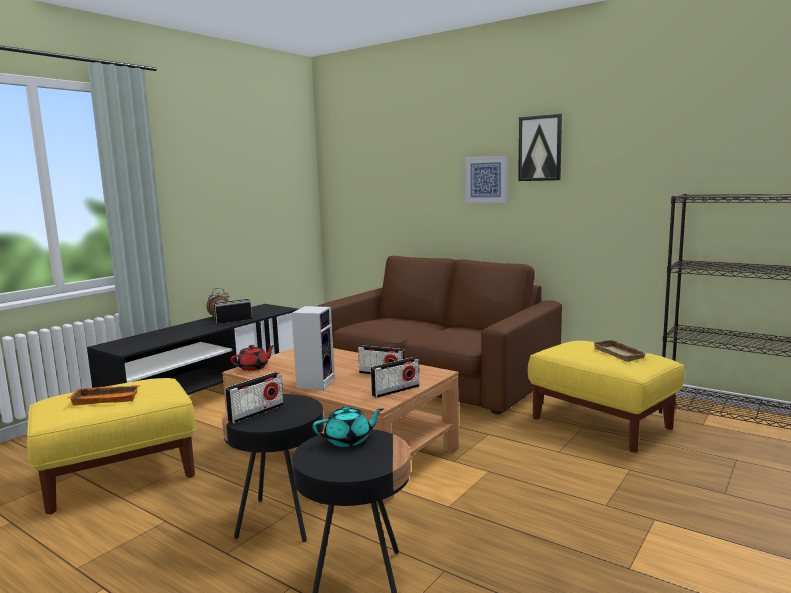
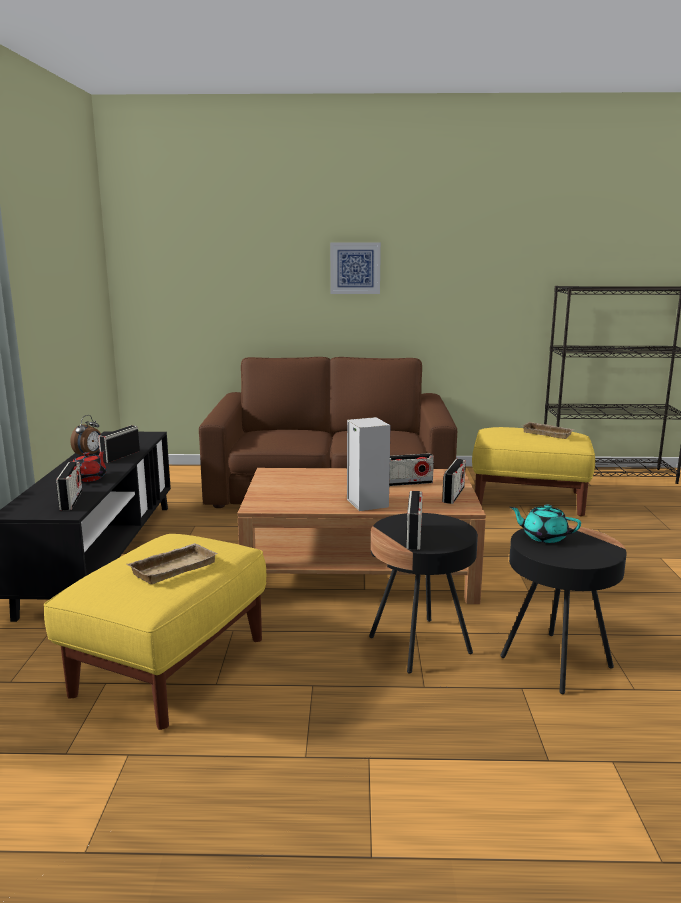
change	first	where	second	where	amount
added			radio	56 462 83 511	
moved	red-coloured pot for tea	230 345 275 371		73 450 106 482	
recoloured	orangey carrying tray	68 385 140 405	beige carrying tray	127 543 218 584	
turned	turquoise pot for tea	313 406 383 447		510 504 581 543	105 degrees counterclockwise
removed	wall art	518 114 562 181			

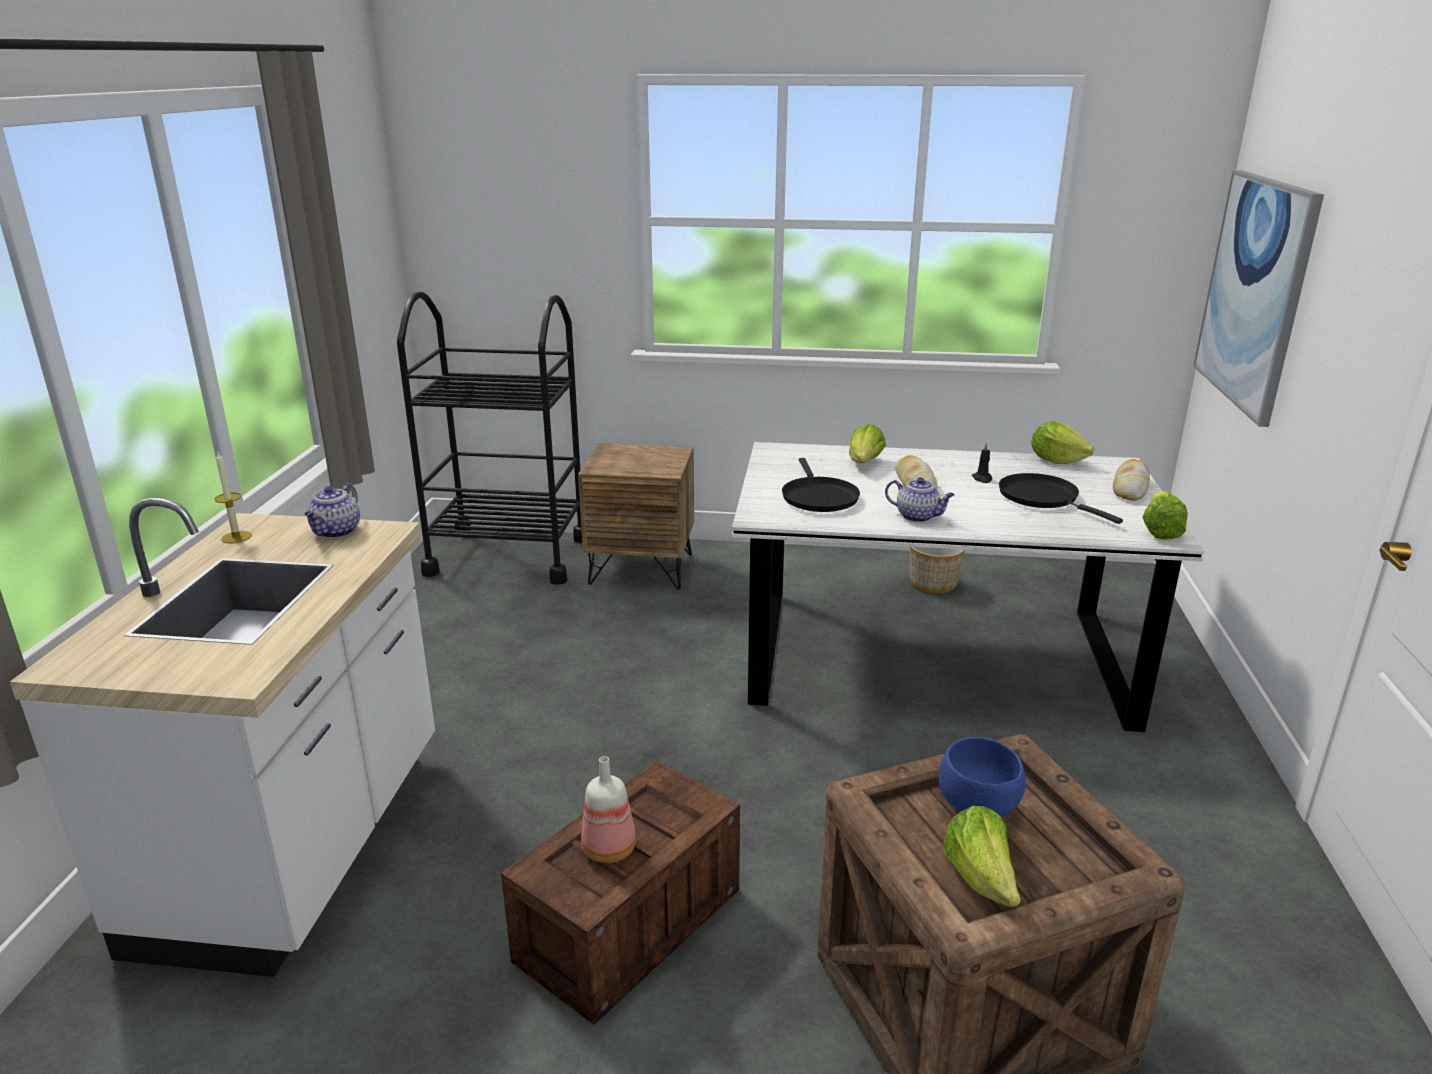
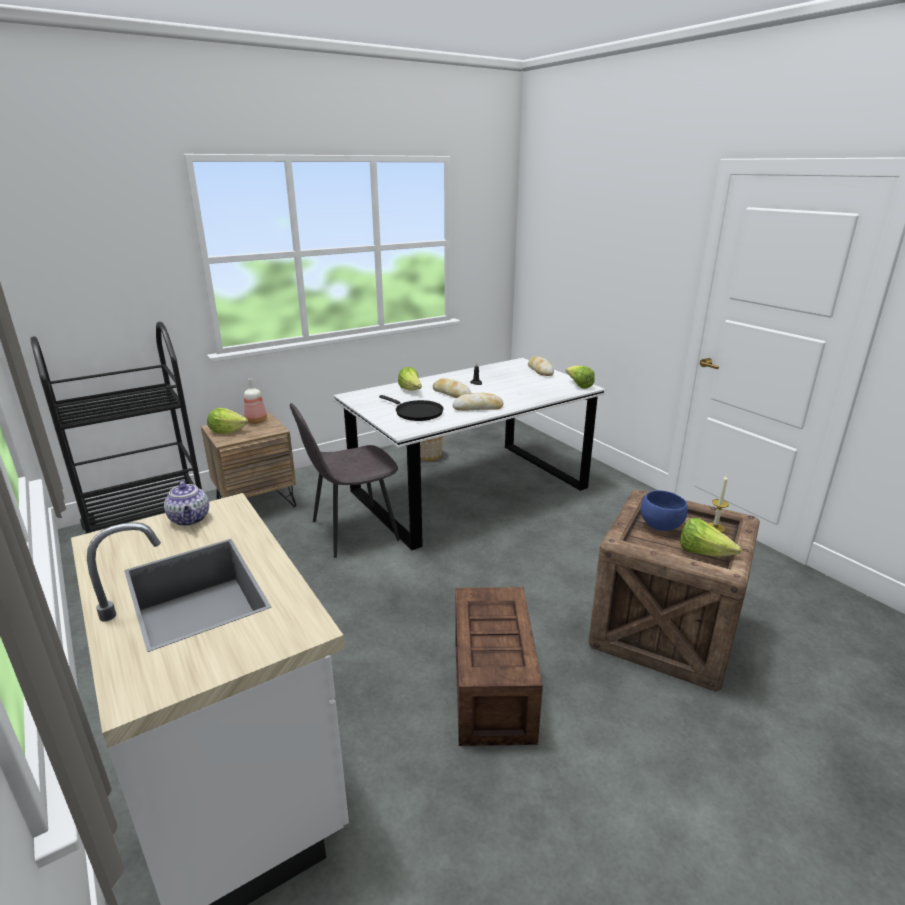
change	first	where	second	where	amount
moved	lettuce head	1031 421 1094 464		207 408 248 434	
moved	drink bottle	581 756 636 863		244 378 267 424	
added			grey upright chair	290 403 400 558	
replaced	pot for tea	885 477 955 522	bakery bread	453 392 504 411	
moved	wax candle	215 452 252 544		708 474 729 533	
removed	black pan	999 473 1123 524			
removed	wall art	1193 170 1324 427			

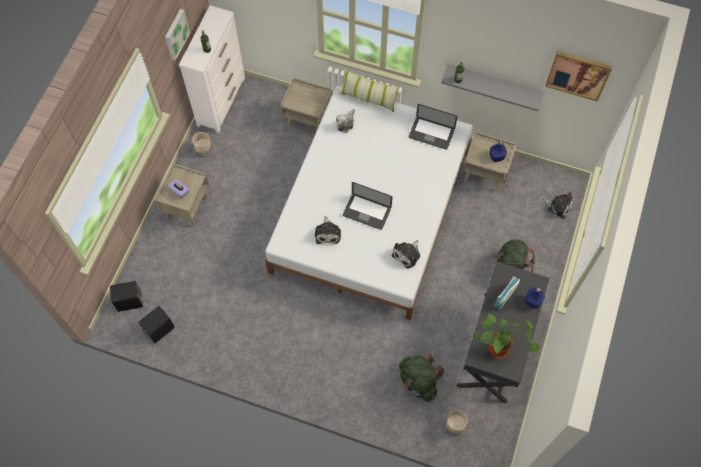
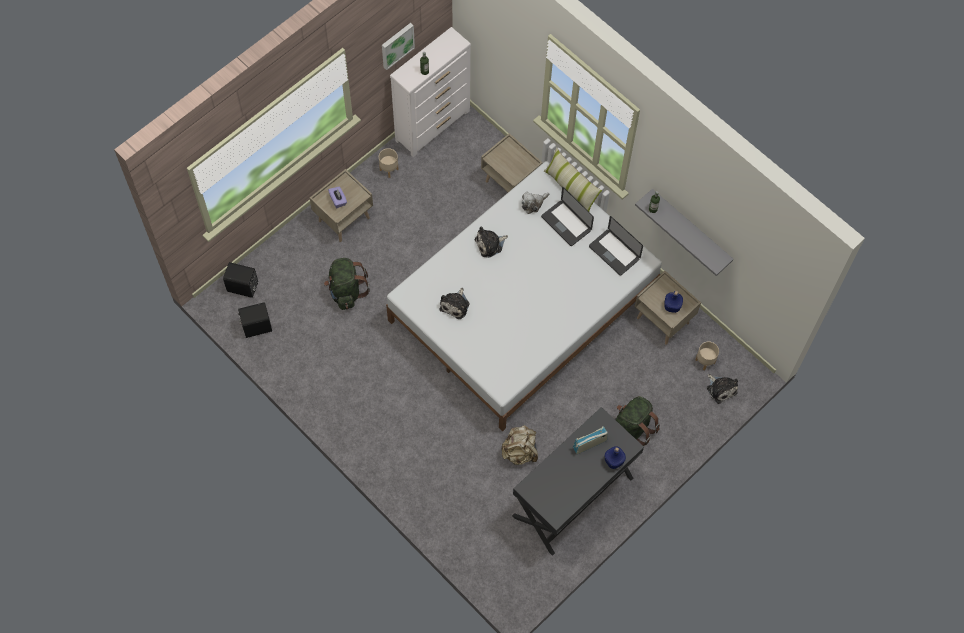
change	first	where	second	where	amount
moved	greenish backpack	399 353 445 402		324 258 370 310	
moved	plush toy	392 240 420 269		475 226 508 258	
added			beige backpack	501 425 538 465	
moved	laptop	343 182 392 230		541 187 594 246	
moved	beige planter	445 411 467 436		695 341 719 370	
removed	houseplant	475 314 540 358			
removed	wall art	545 51 613 102			

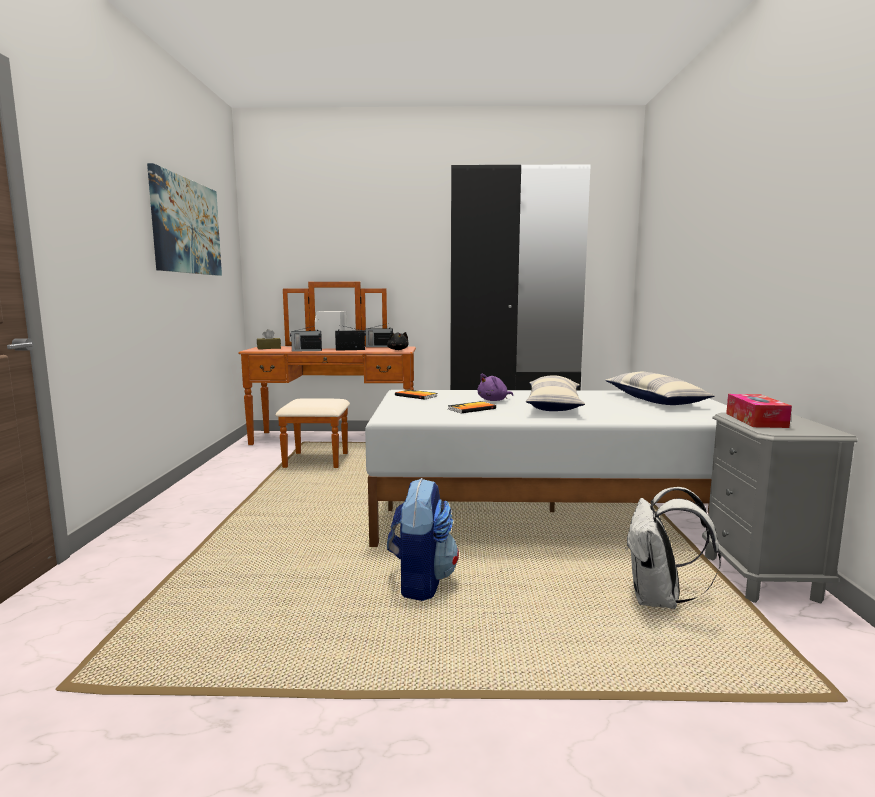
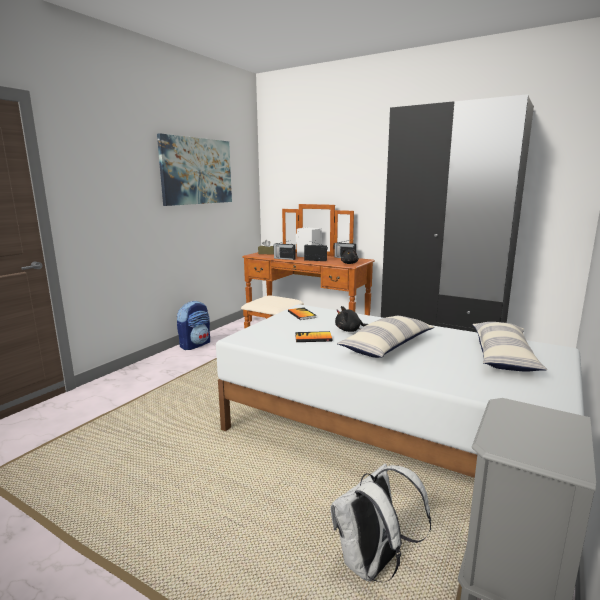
change	first	where	second	where	amount
moved	backpack	387 478 459 601		177 300 210 350	
recoloured	purple plush toy	478 374 513 401	black plush toy	335 306 368 332	
removed	tissue box	726 394 792 428			

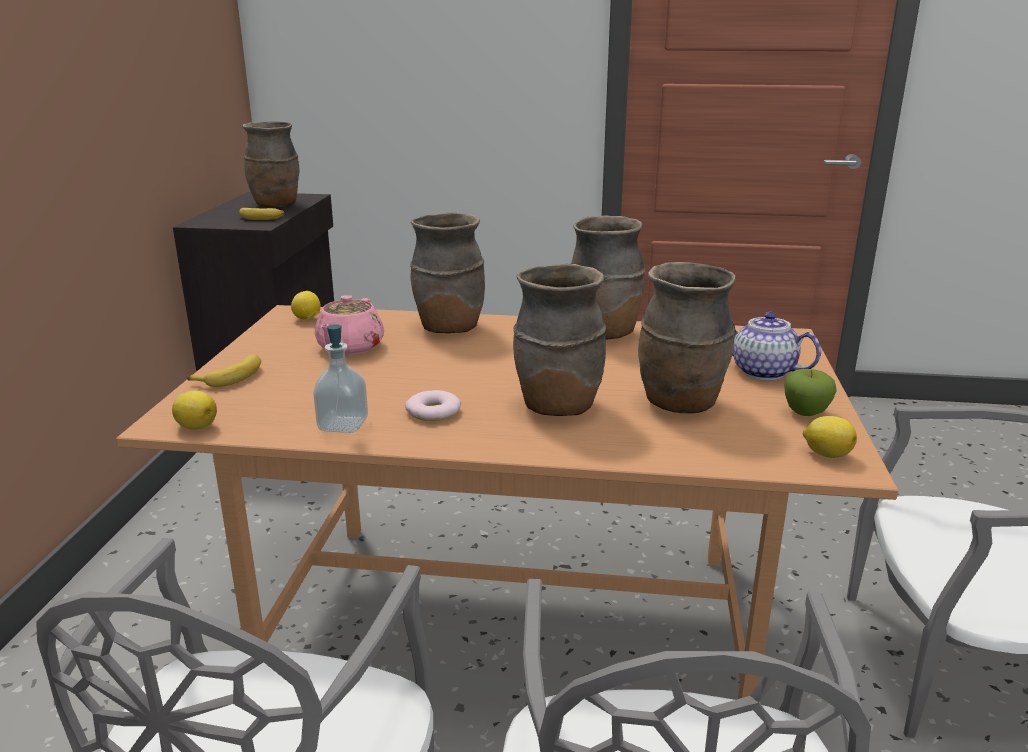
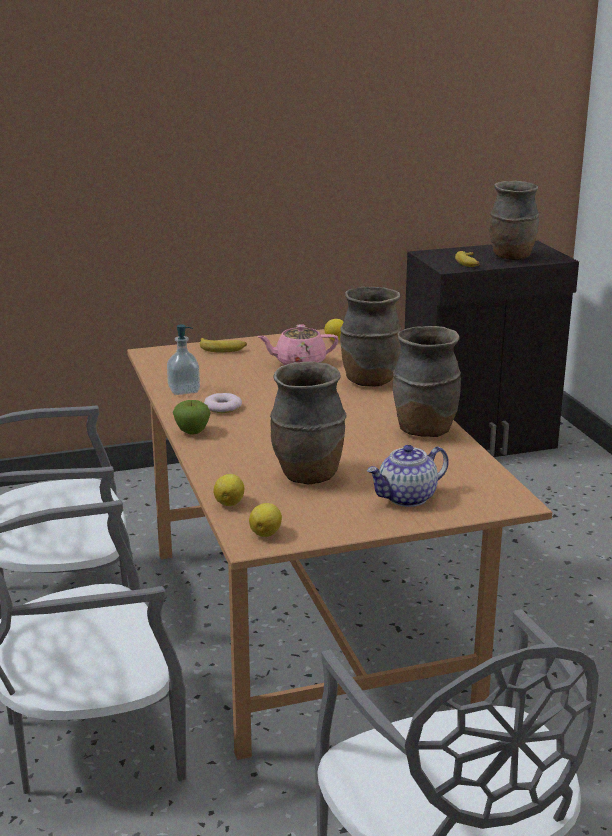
change	first	where	second	where	amount
moved	whole apple	784 369 837 416		173 400 211 435	
moved	citrus fruit	172 391 217 430		214 474 244 506	
turned	pot for tea	732 312 821 380		367 445 449 507	135 degrees counterclockwise
removed	brown-coloured decorative vase	513 264 606 416			

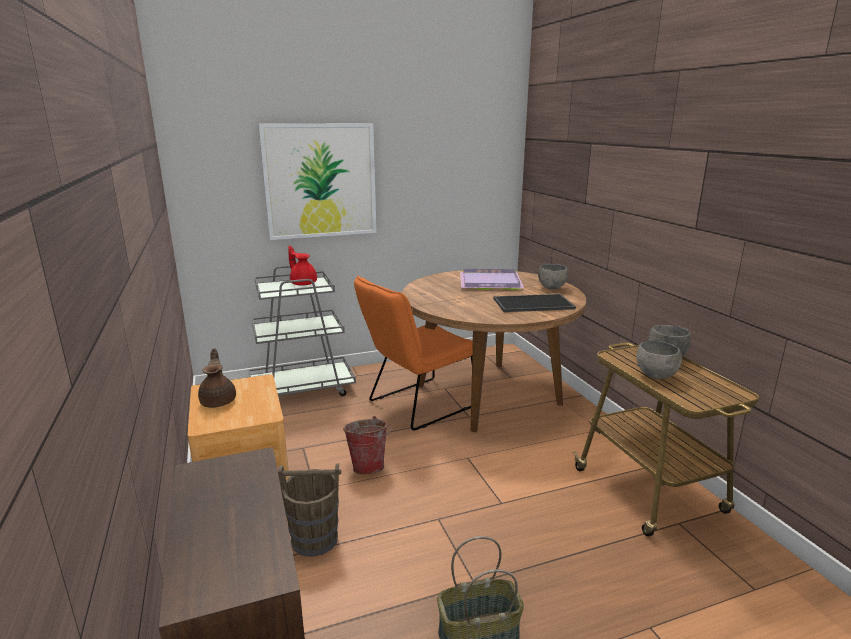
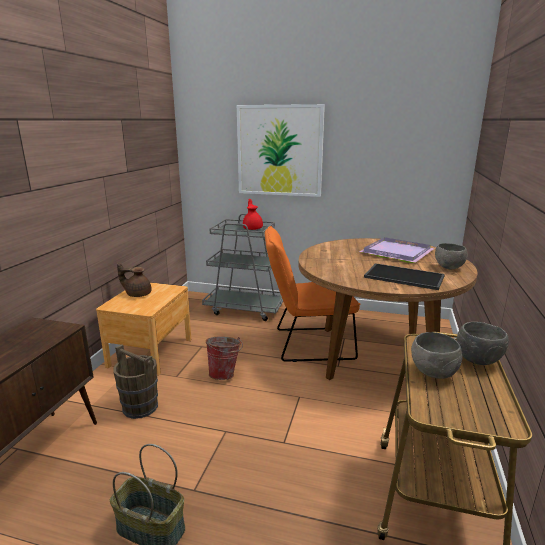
change	first	where	second	where	amount
turned	brown-coloured pot for tea	198 348 236 408		117 263 151 297	105 degrees counterclockwise

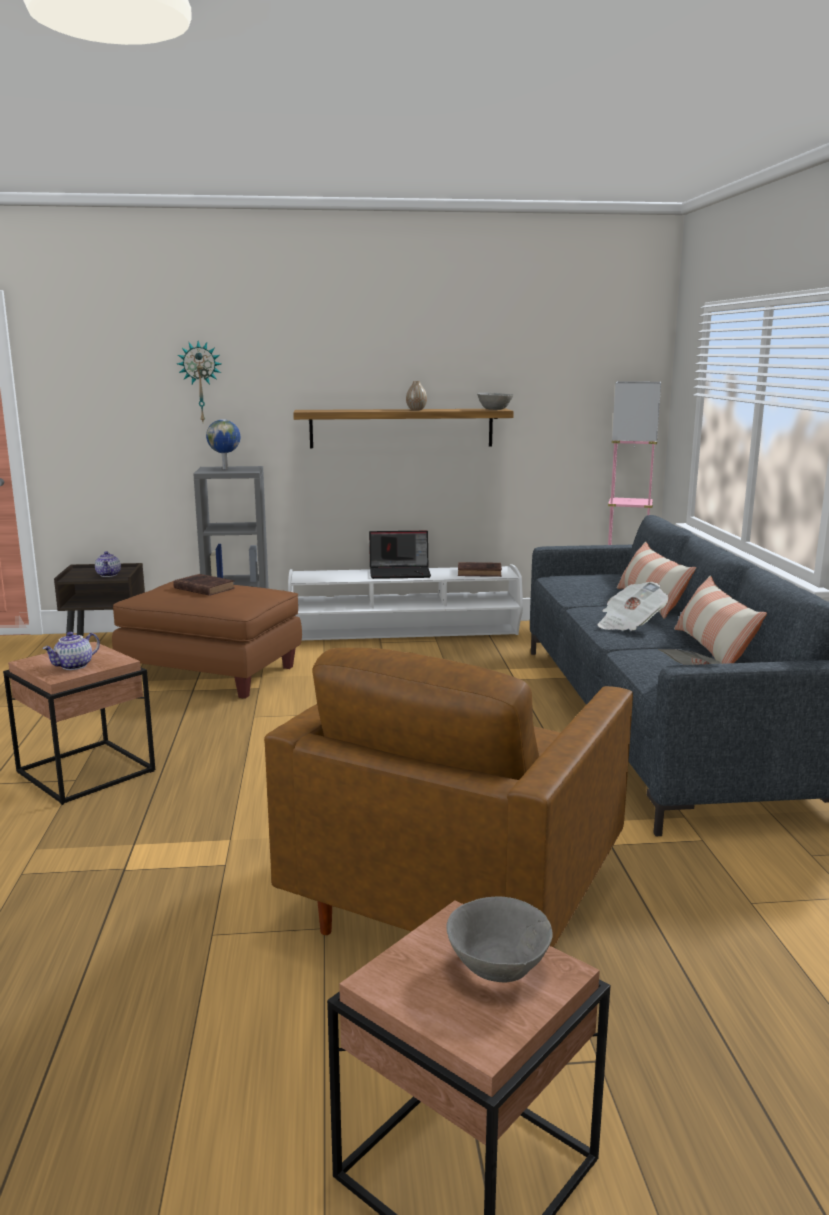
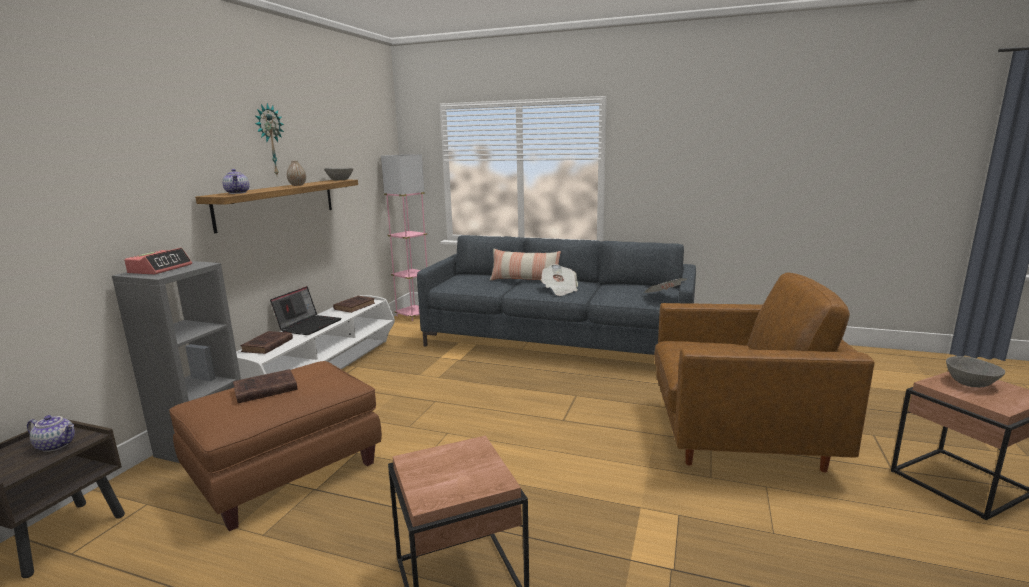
change	first	where	second	where	amount
replaced	globe	206 419 240 469	table clock	124 248 192 274	
moved	pot for tea	42 632 100 670		222 169 249 194	
added			brown-coloured book	240 331 293 354	
moved	wall clock	177 341 222 422		255 103 284 175	
turned	brown-coloured lounge chair	264 648 633 948		654 273 875 472	45 degrees counterclockwise
removed	cushion	674 576 767 664			

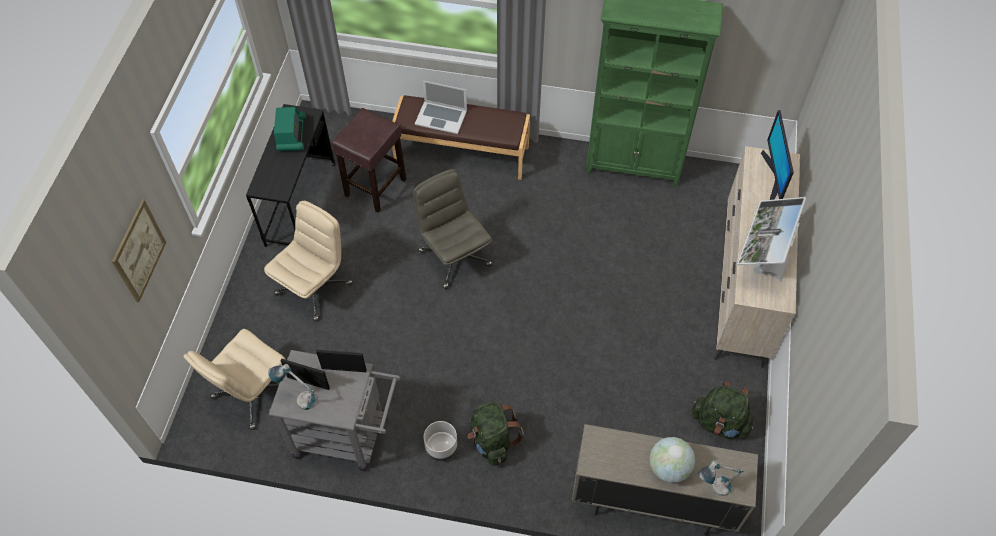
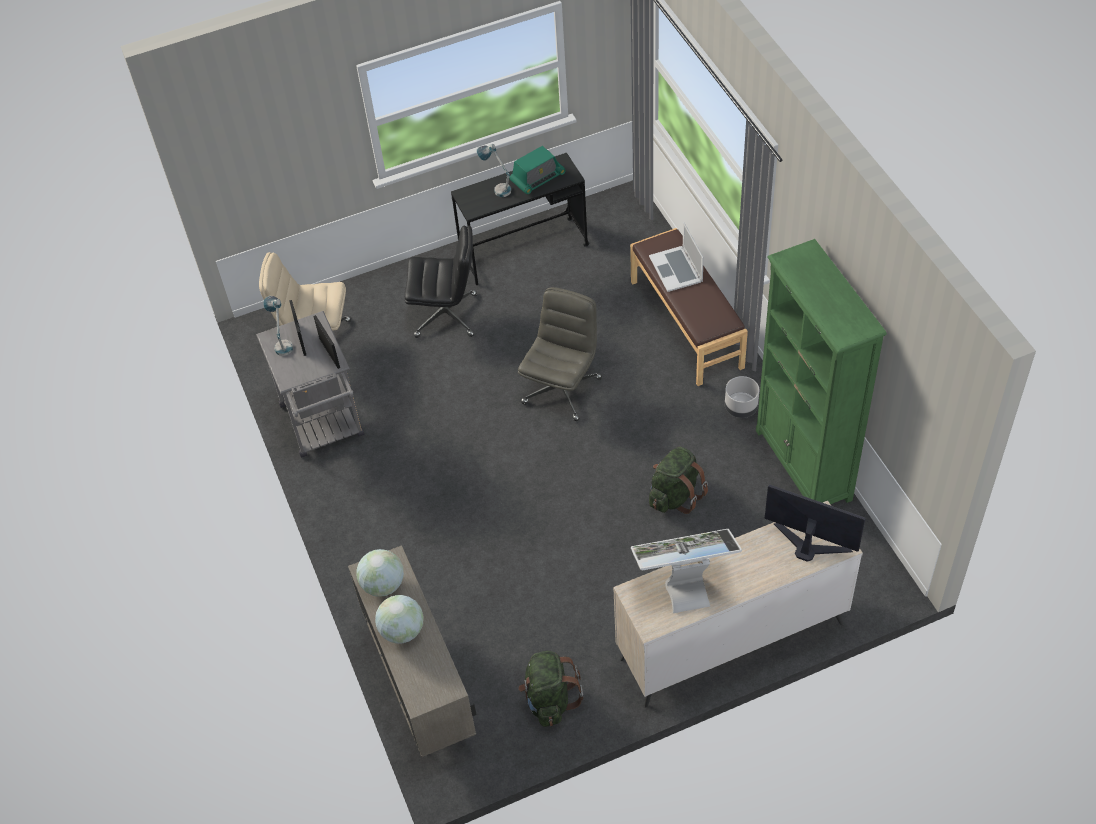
change	first	where	second	where	amount
added			globe	356 549 404 597	
recoloured	beige computer chair	264 201 353 322	black computer chair	405 225 477 338	
moved	tabletop lamp	697 460 743 496		477 144 511 197	
moved	greenish backpack	468 402 524 466		649 447 708 514	
moved	grey planter	424 421 458 461		725 376 759 418	
turned	computer display	761 110 794 200		765 484 866 562	60 degrees clockwise
removed	wall art	112 199 166 302			
removed	brown-coloured stool	332 108 406 213			

